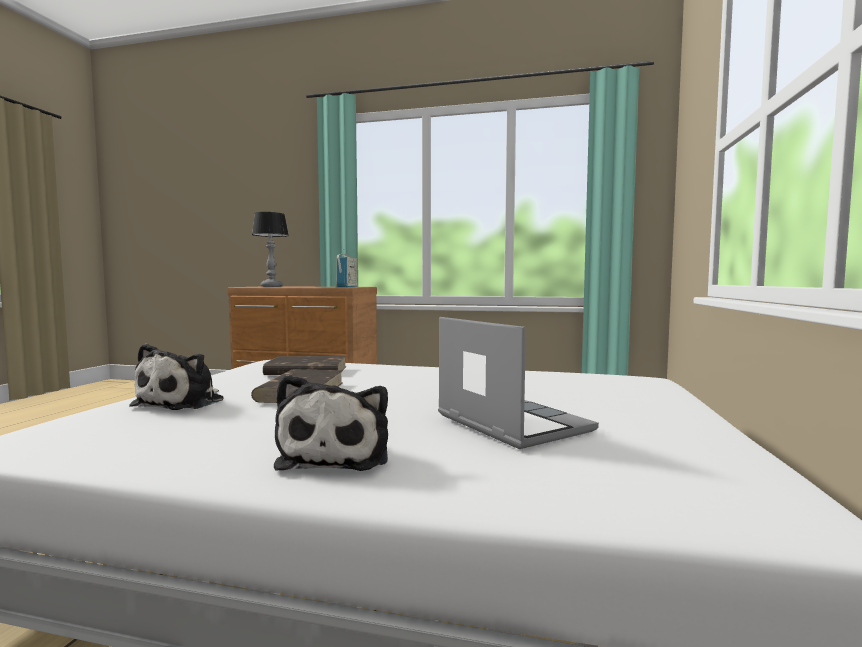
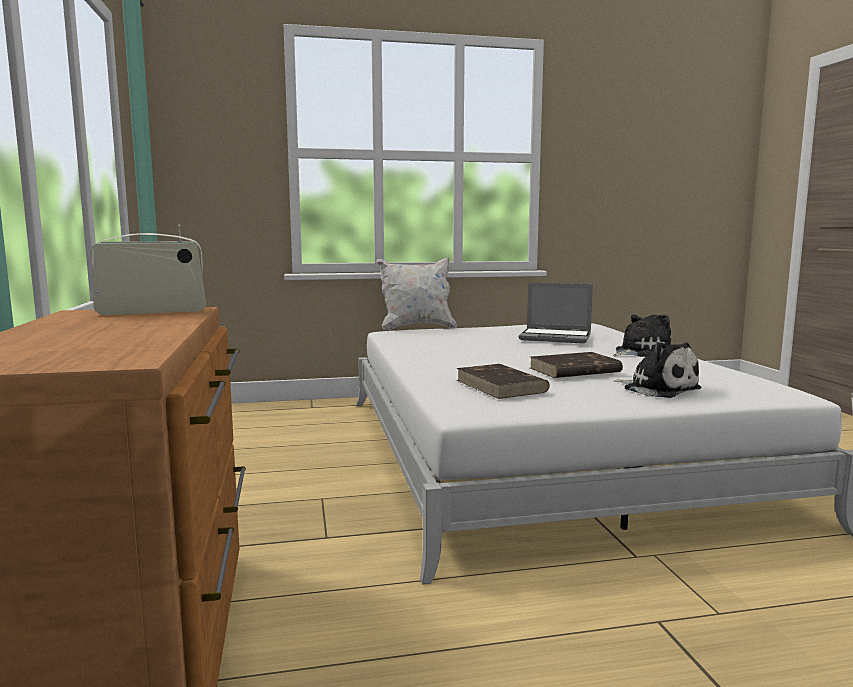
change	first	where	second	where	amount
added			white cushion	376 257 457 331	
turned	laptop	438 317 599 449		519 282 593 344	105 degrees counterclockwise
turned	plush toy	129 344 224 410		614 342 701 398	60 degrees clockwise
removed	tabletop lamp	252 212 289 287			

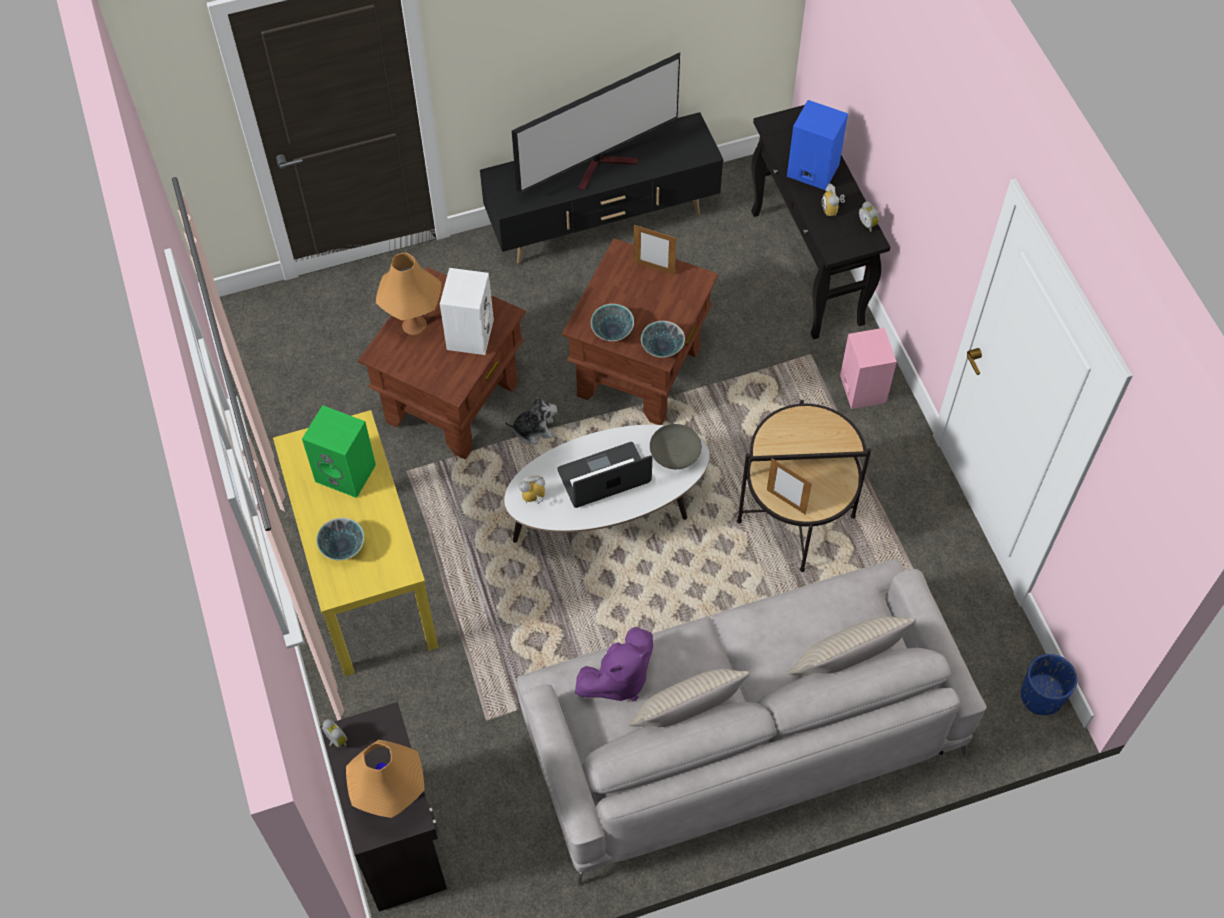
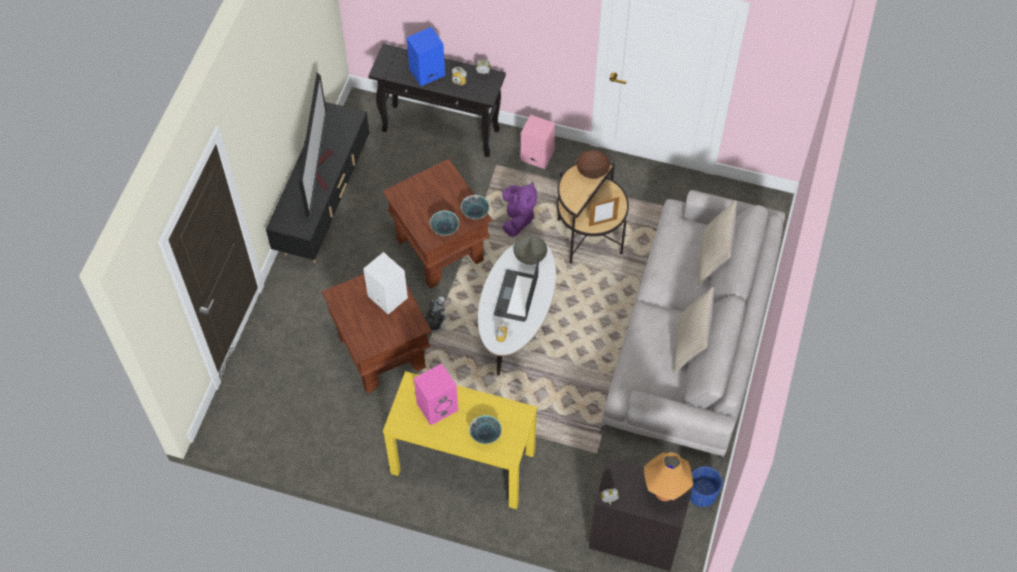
change	first	where	second	where	amount
recoloured	greenish loudspeaker	302 405 376 498	pink loudspeaker	414 363 458 425	
moved	purple plush toy	575 627 653 701		502 181 537 237	
added			brown-coloured bowl	576 150 610 179	
moved	blue-coloured planter	1021 654 1077 715		690 466 723 507	
removed	orangey tabletop lamp	376 252 441 335			
removed	standing frame	633 225 677 275			

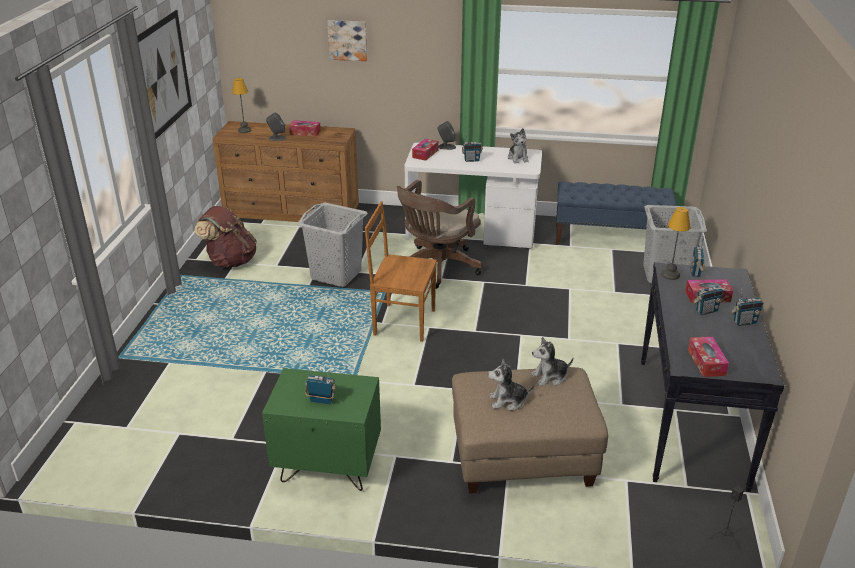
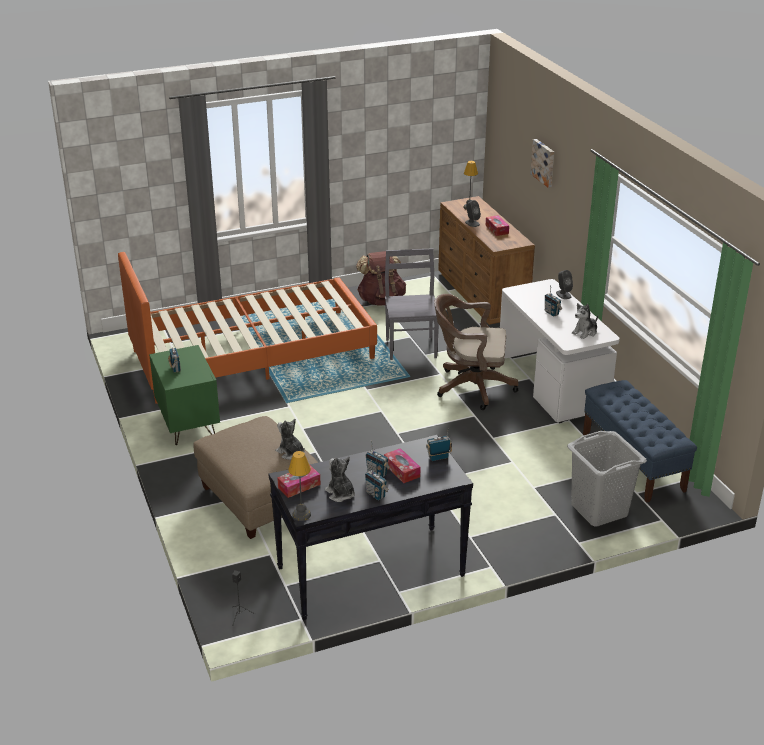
change	first	where	second	where	amount
added			orangey sleeping bed	118 252 377 404	
moved	tabletop lamp	661 207 691 280		288 451 311 521	
moved	plush toy	488 359 534 411		325 457 355 502	
replaced	grey hamper	297 202 368 287	grey upright chair	385 248 439 360	
removed	wall art	137 10 192 139			
removed	brown-coloured upright chair	365 201 437 342			
removed	tissue box	412 139 439 161			

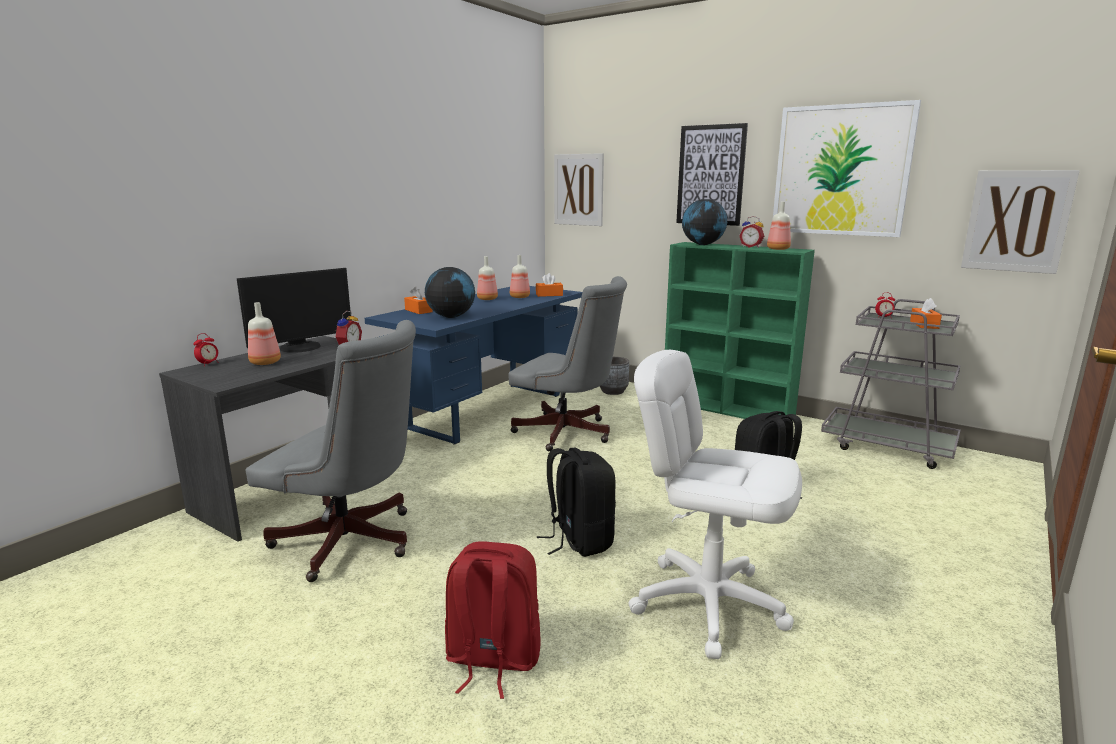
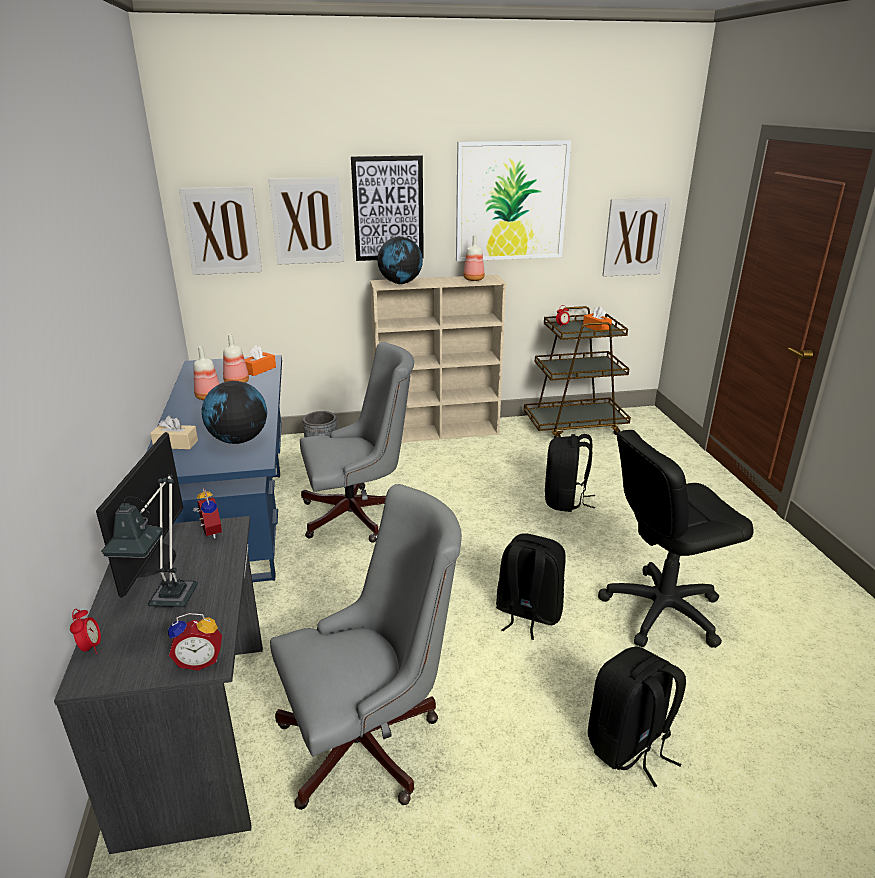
change	first	where	second	where	amount
replaced	drink bottle	248 302 281 365	tabletop lamp	101 474 198 607	
recoloured	orangey tissue box	404 287 433 314	beige tissue box	150 415 198 450	
moved	table clock	739 216 764 248		168 613 222 671	
added			wall art	268 177 344 265	
recoloured	greenish shelving unit	665 242 815 419	beige shelving unit	370 275 506 442	
recoloured	grey cart	821 299 961 469	brown-coloured cart	524 306 631 438	
recoloured	red-coloured backpack	445 542 541 699	black backpack	588 646 686 787	
recoloured	white computer chair	628 350 802 659	black computer chair	598 430 754 648	

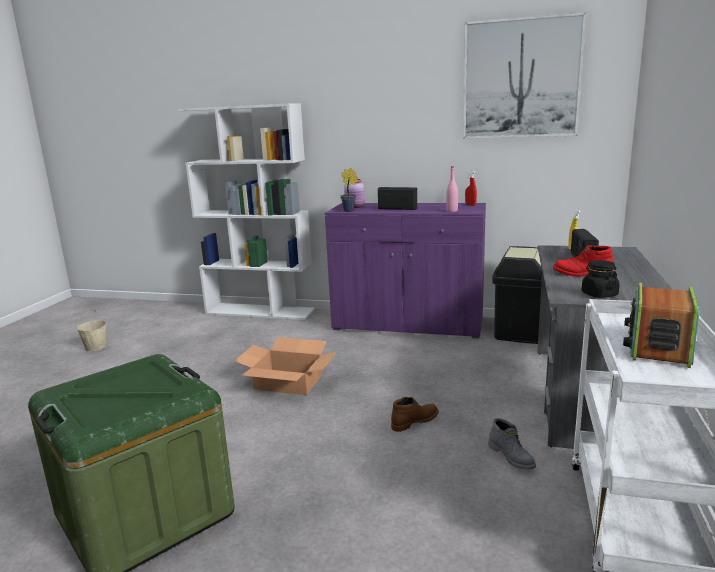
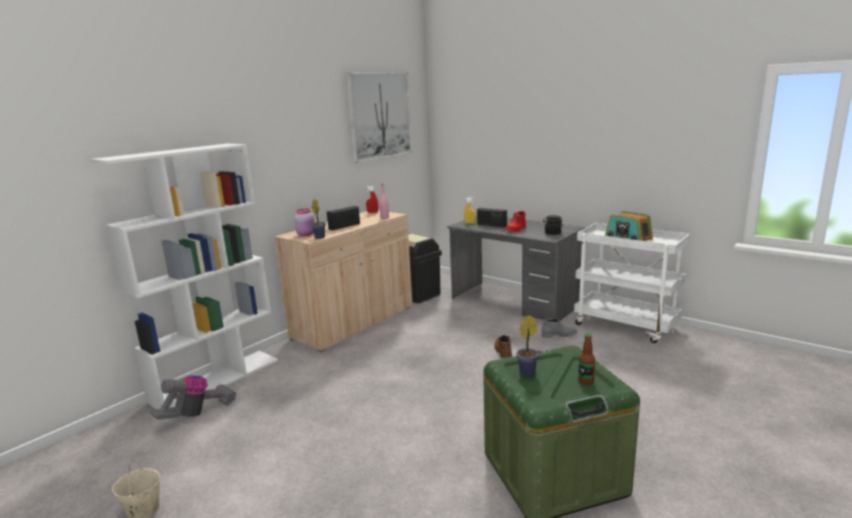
change	first	where	second	where	amount
added			hoover	150 375 236 420	
recoloured	purple cupboard	325 203 486 339	beige cupboard	275 210 413 352	
added			houseplant	516 315 539 377	
added			drink bottle	578 333 595 385	
removed	cardboard box	235 337 337 395			

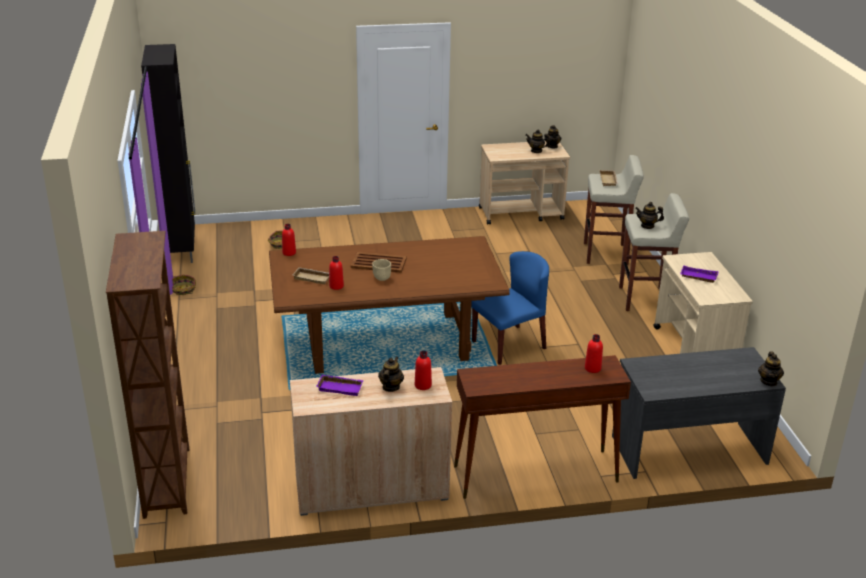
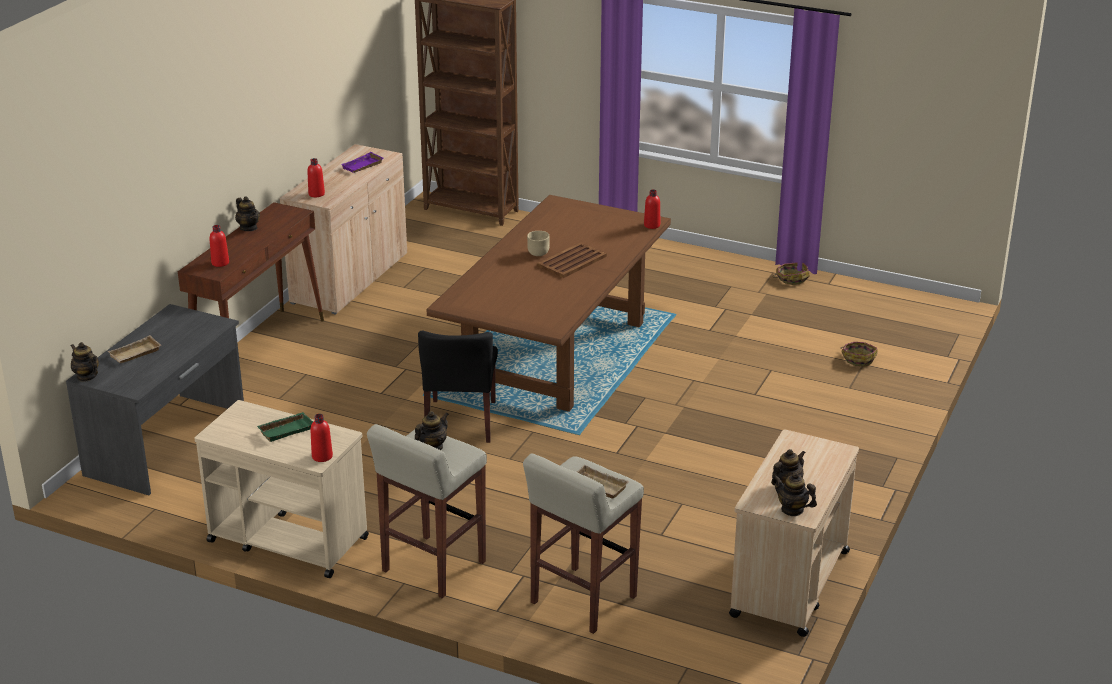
change	first	where	second	where	amount
moved	beige carrying tray	292 267 329 284		108 335 161 363	
moved	pot for tea	378 356 404 392		235 197 260 231	
recoloured	purple carrying tray	680 265 719 283	greenish carrying tray	257 412 313 442	
moved	red-coloured drink bottle	329 256 344 290		310 414 333 462	
recoloured	blue-coloured upright chair	471 251 549 365	black upright chair	418 331 498 443	
removed	black cupboard	141 44 196 263			

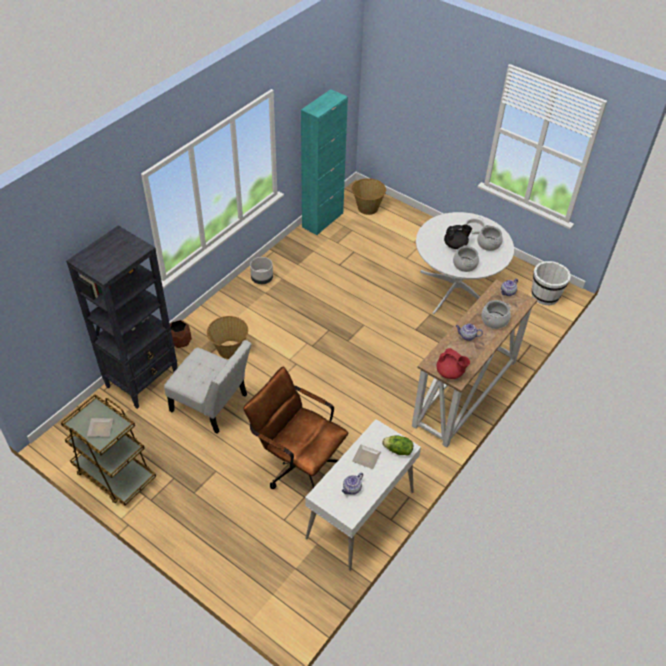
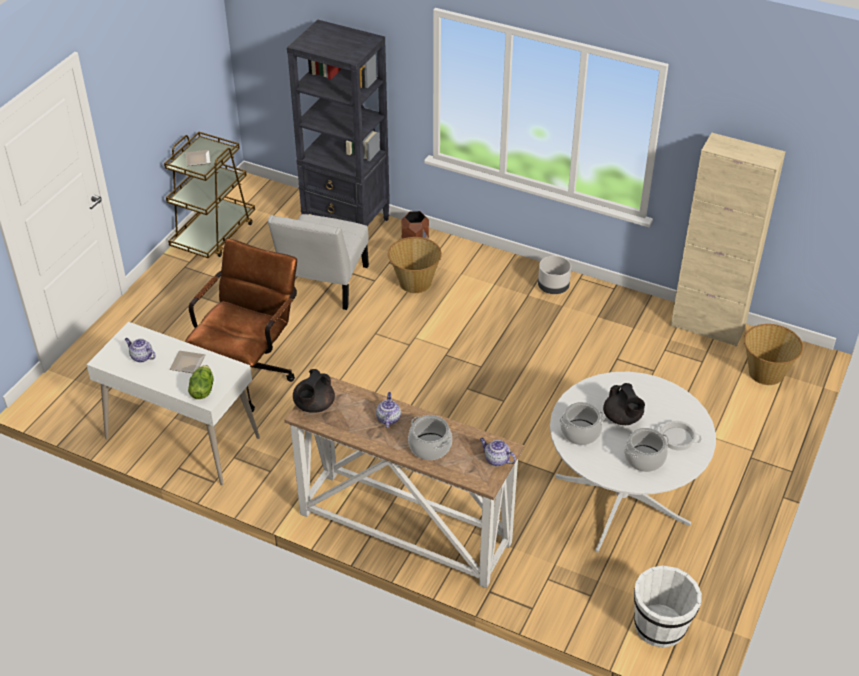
change	first	where	second	where	amount
recoloured	red-coloured pot for tea	436 348 470 379	black pot for tea	293 369 335 413	
recoloured	turquoise cupboard	301 89 348 235	beige cupboard	671 133 786 347	

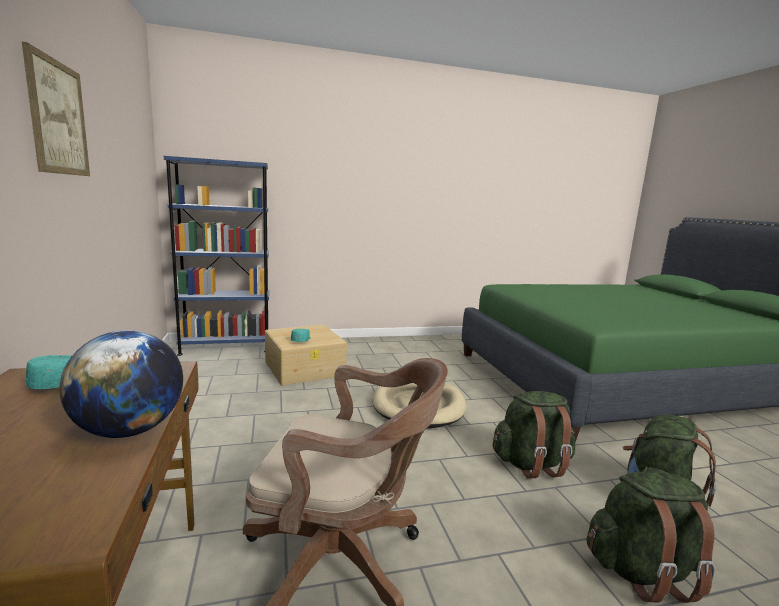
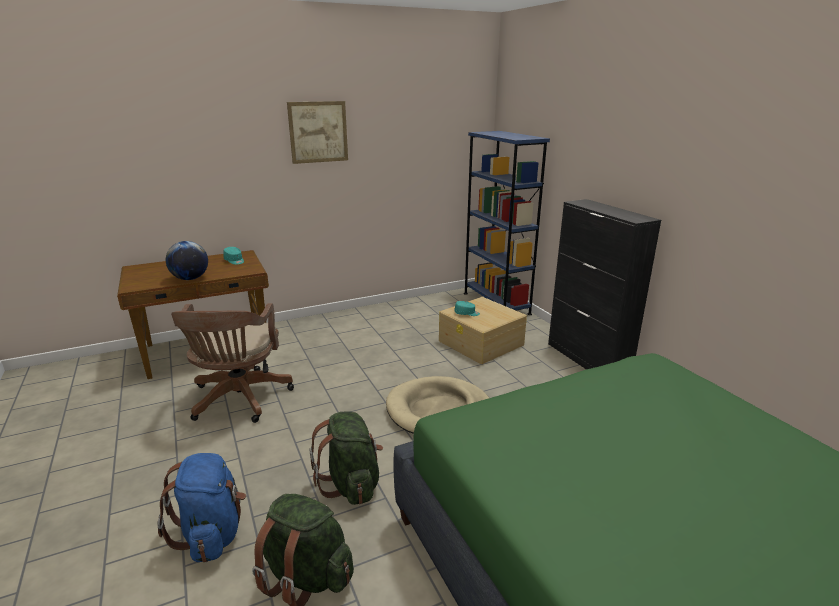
change	first	where	second	where	amount
recoloured	greenish backpack	587 471 716 603	blue-coloured backpack	157 453 246 562	
added			black cupboard	548 199 661 369	

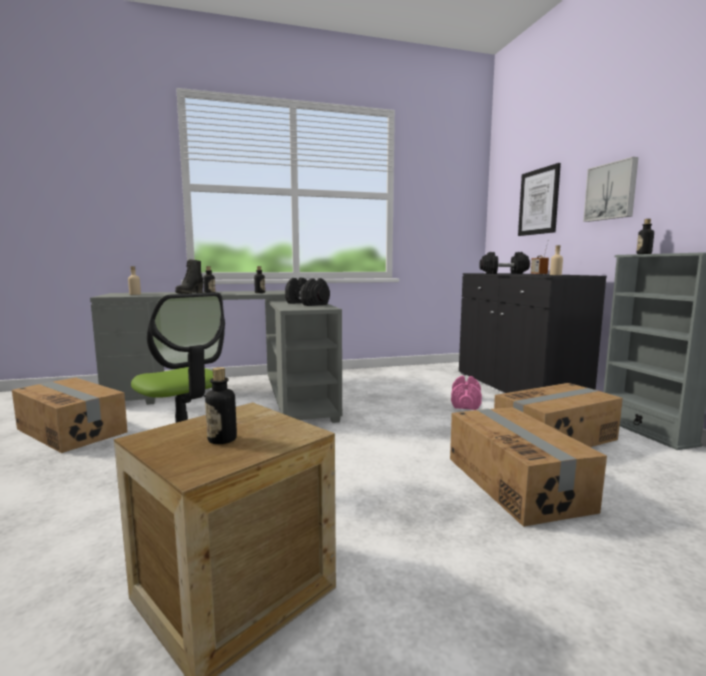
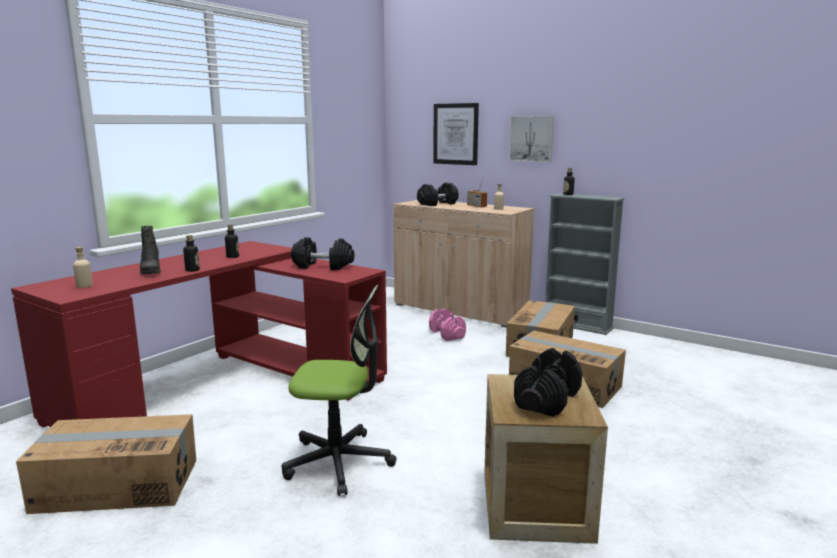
change	first	where	second	where	amount
recoloured	grey desk unit	90 290 342 423	red-coloured desk unit	11 241 387 428	
recoloured	black cupboard	459 273 607 393	beige cupboard	393 200 535 328	
replaced	drink bottle	205 367 237 444	black dumbbell	514 348 582 417	

